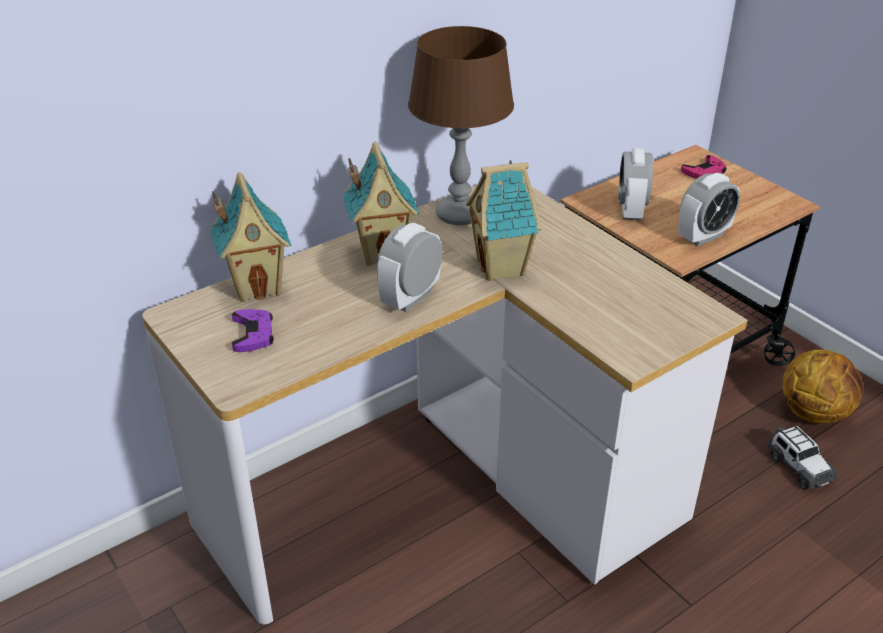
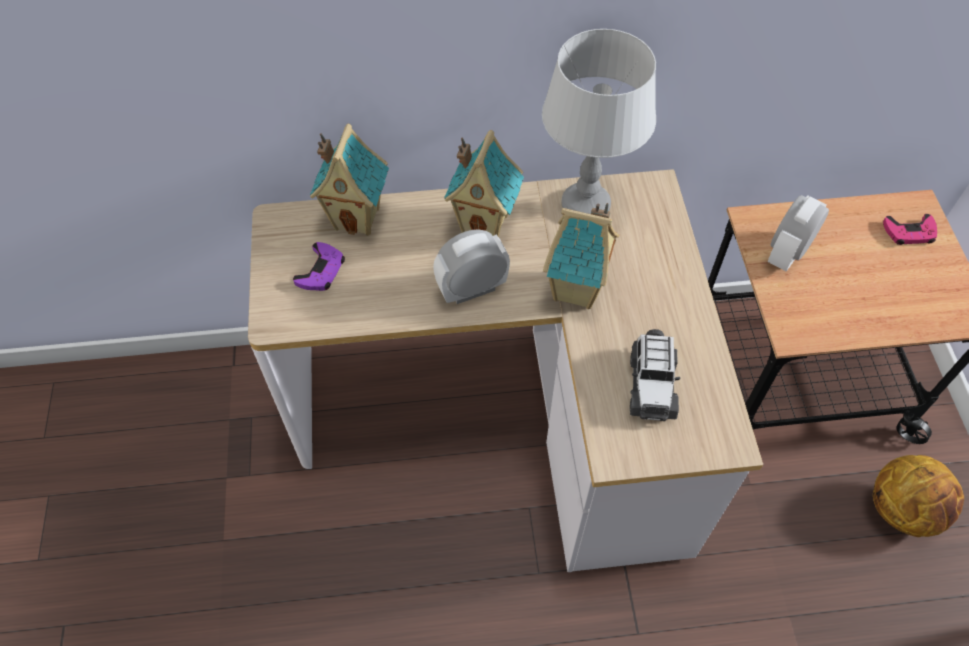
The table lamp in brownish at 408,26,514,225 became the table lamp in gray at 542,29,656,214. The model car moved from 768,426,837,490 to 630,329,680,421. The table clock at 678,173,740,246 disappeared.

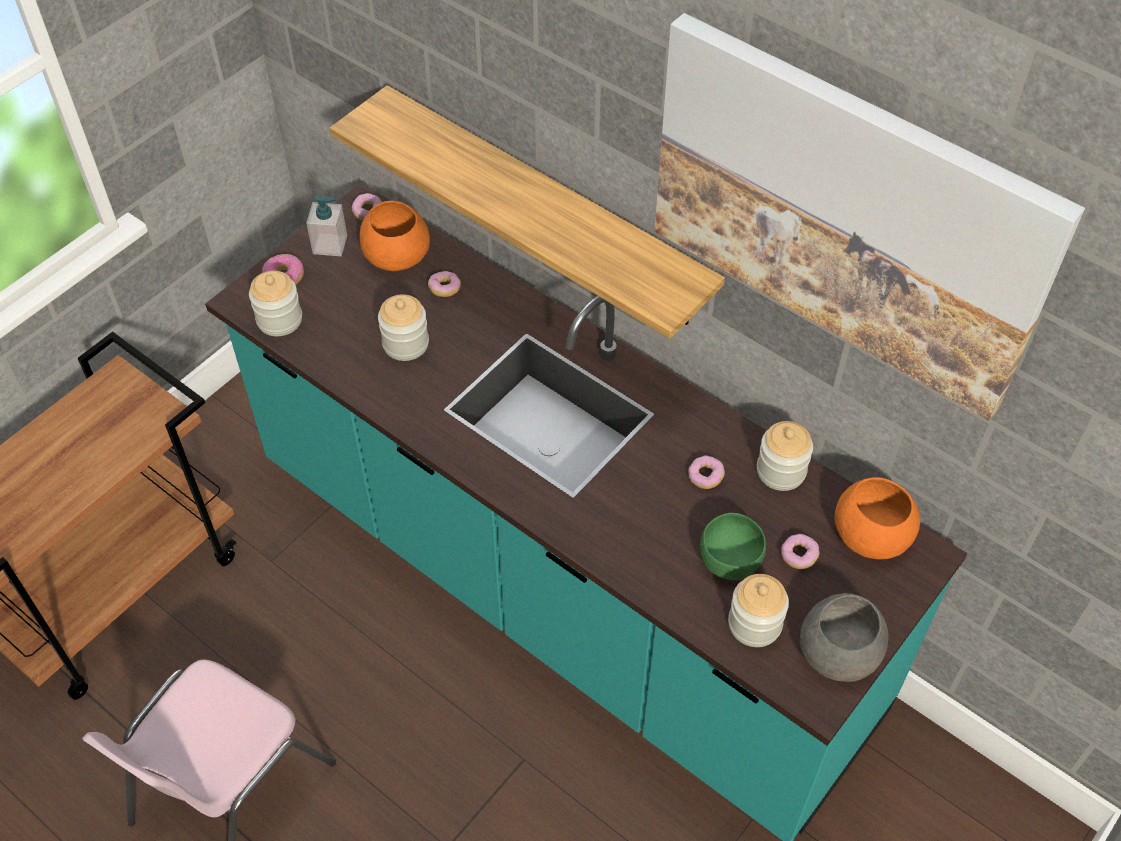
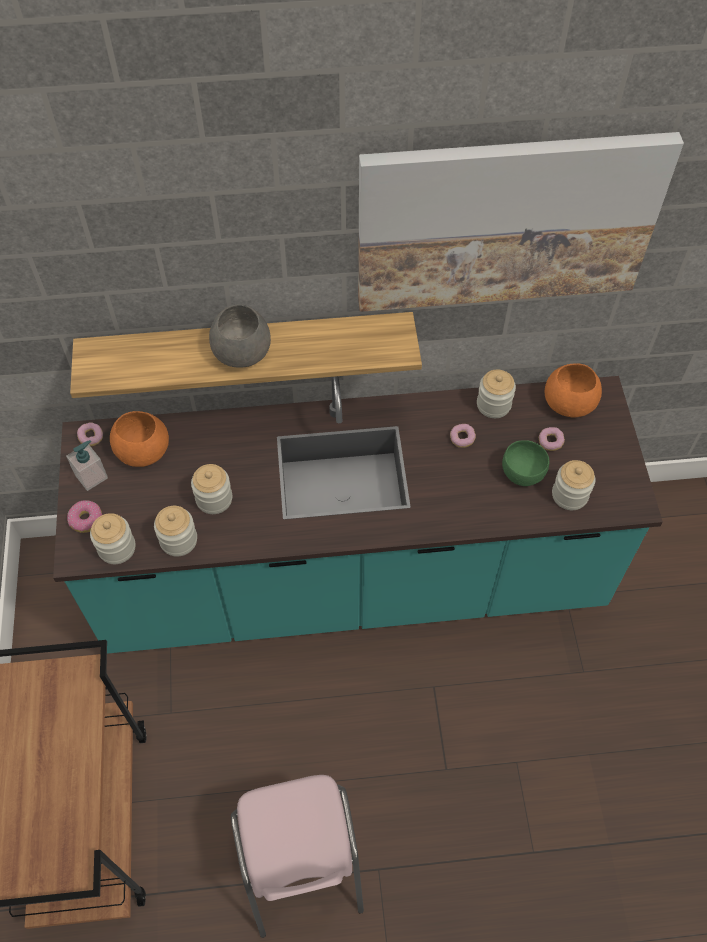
The preserve jar at 154,506,197,557 appeared. The bowl in gray moved from 800,593,889,682 to 209,304,271,368. The doughnut at 428,271,461,297 disappeared.

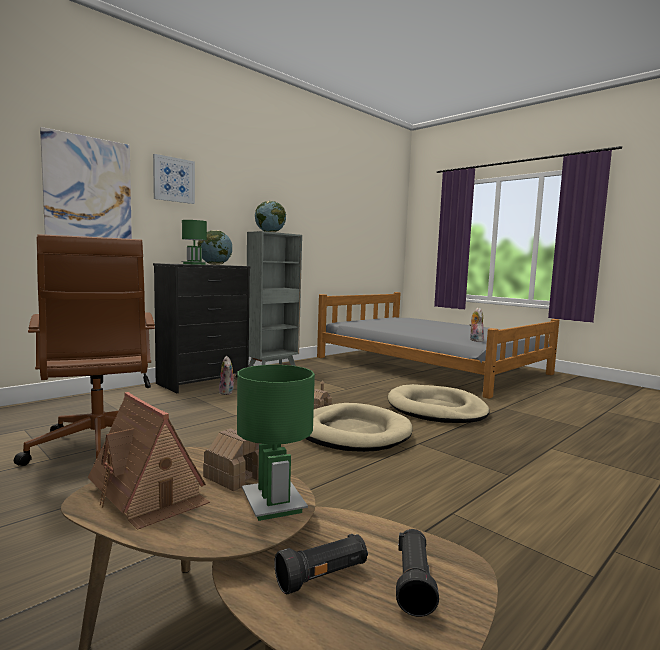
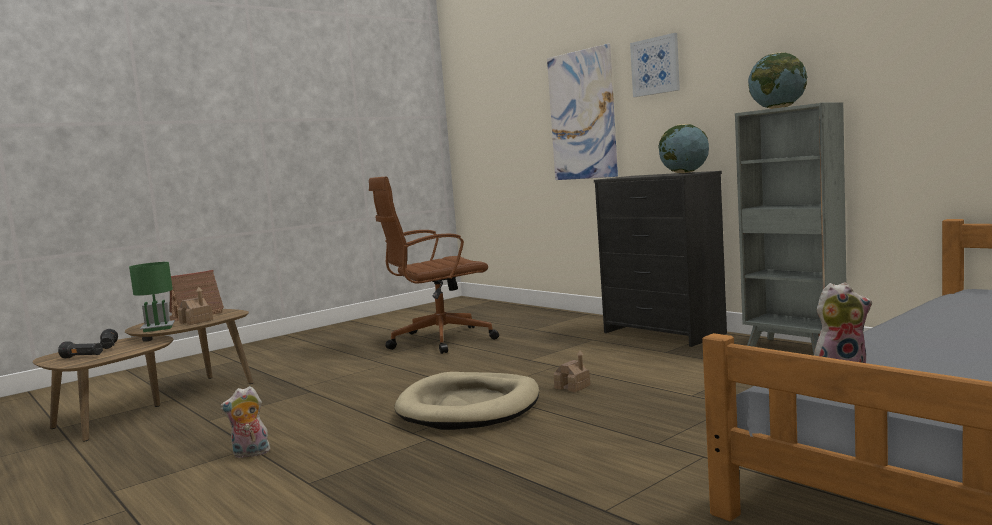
The soft toy moved from 219,356,236,395 to 220,386,270,458. The table lamp in greenish at 181,220,207,265 disappeared. The dog cushion in beige at 388,384,490,423 disappeared.

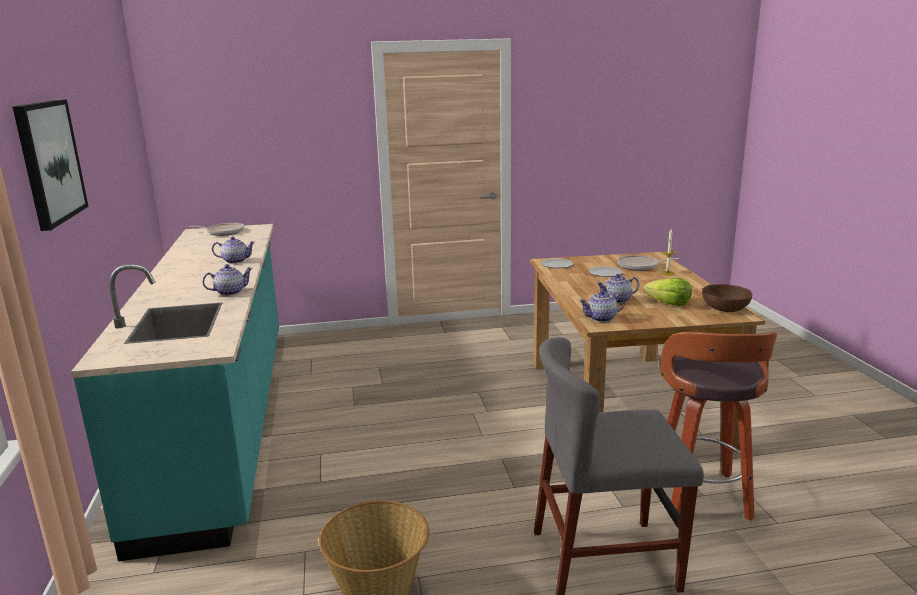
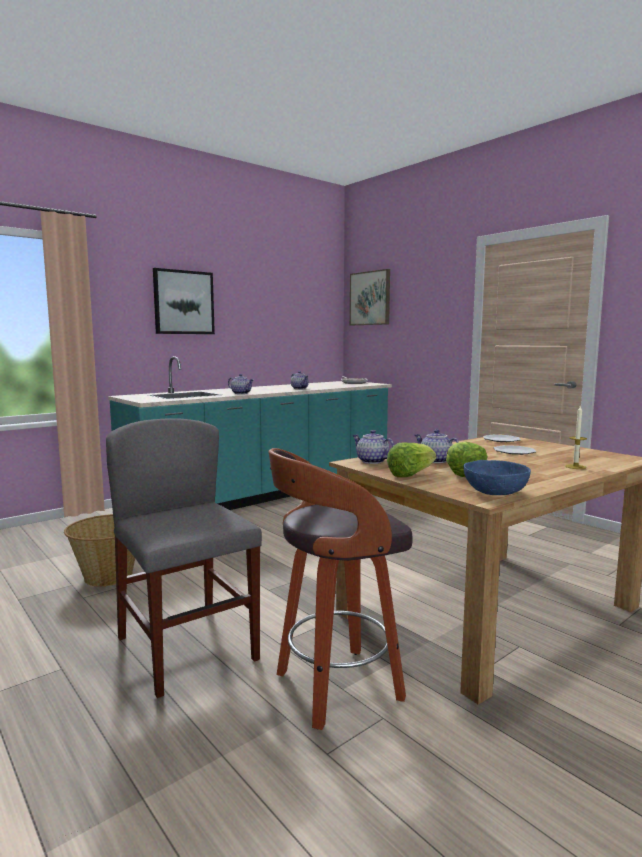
The wall art at 350,269,390,325 appeared. The head of lettuce at 387,443,436,477 appeared. The bowl in brownish at 702,284,752,312 became the bowl in bluish at 464,460,531,495. The skillet at 617,255,679,271 disappeared.

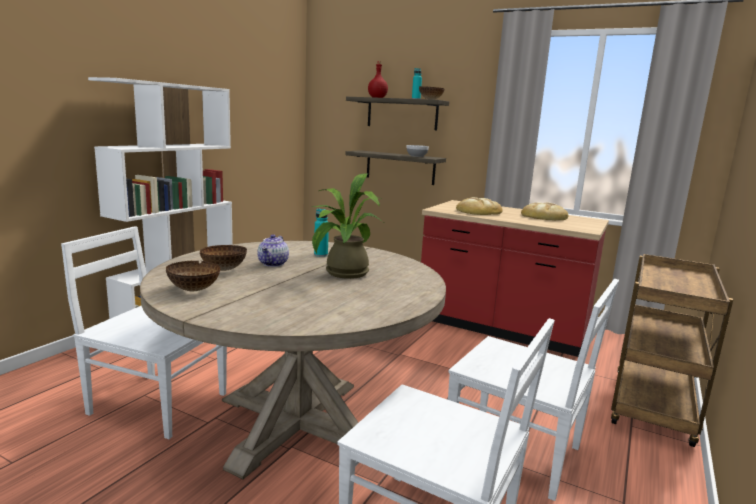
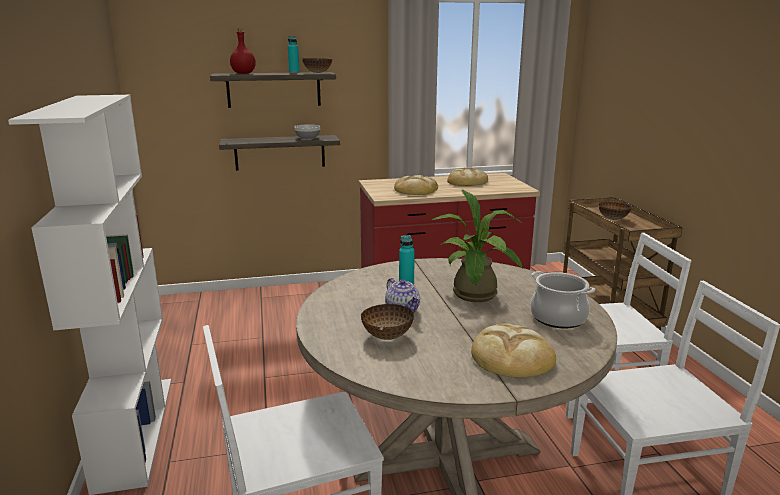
The bakery bread at 471,323,556,378 appeared. The saucepot at 530,271,595,329 appeared. The bowl moved from 166,261,221,291 to 599,202,632,220.

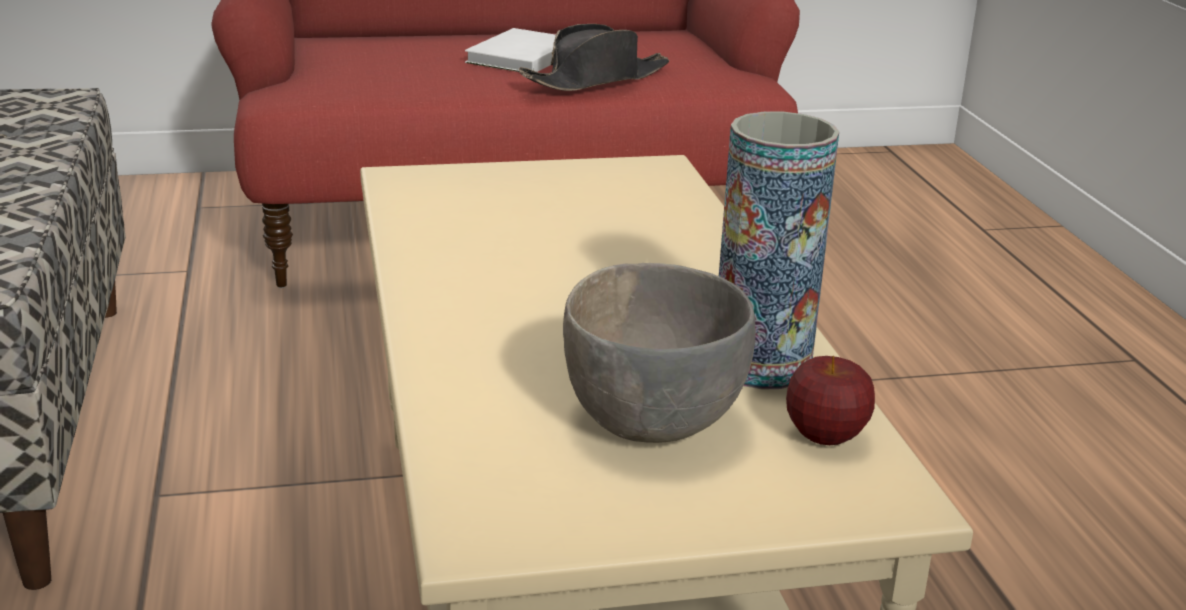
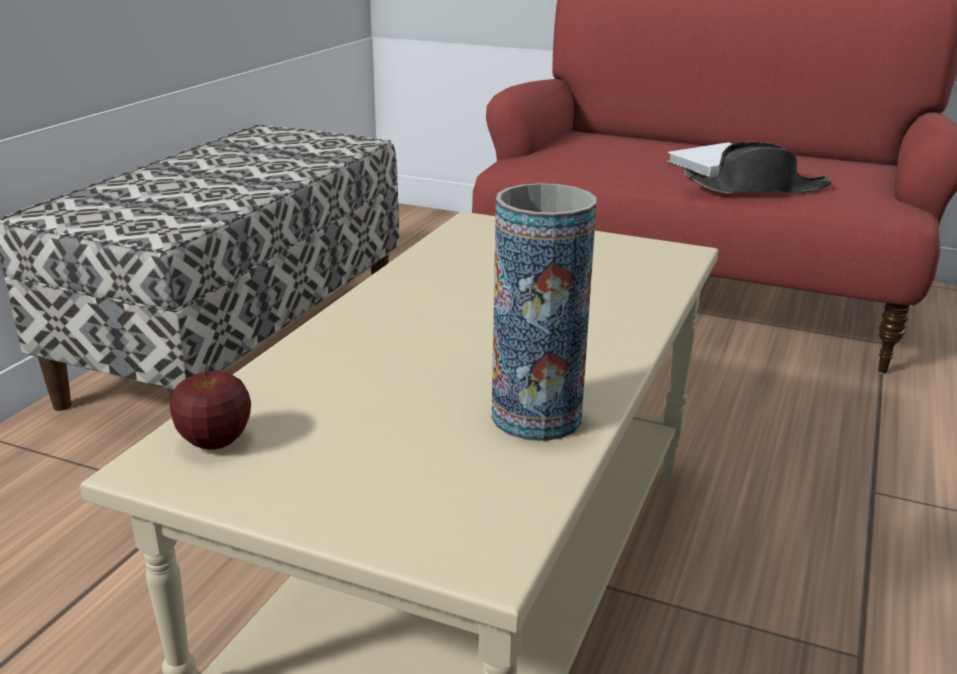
The apple moved from 786,356,875,445 to 170,370,251,450. The bowl in gray at 563,263,756,443 disappeared.

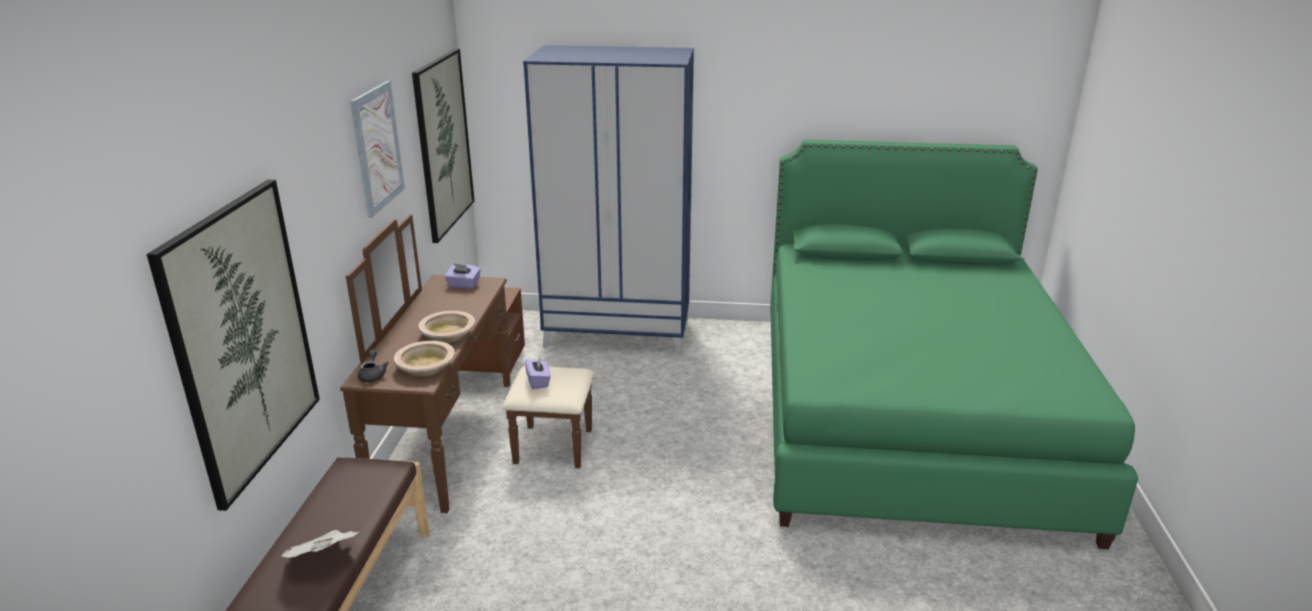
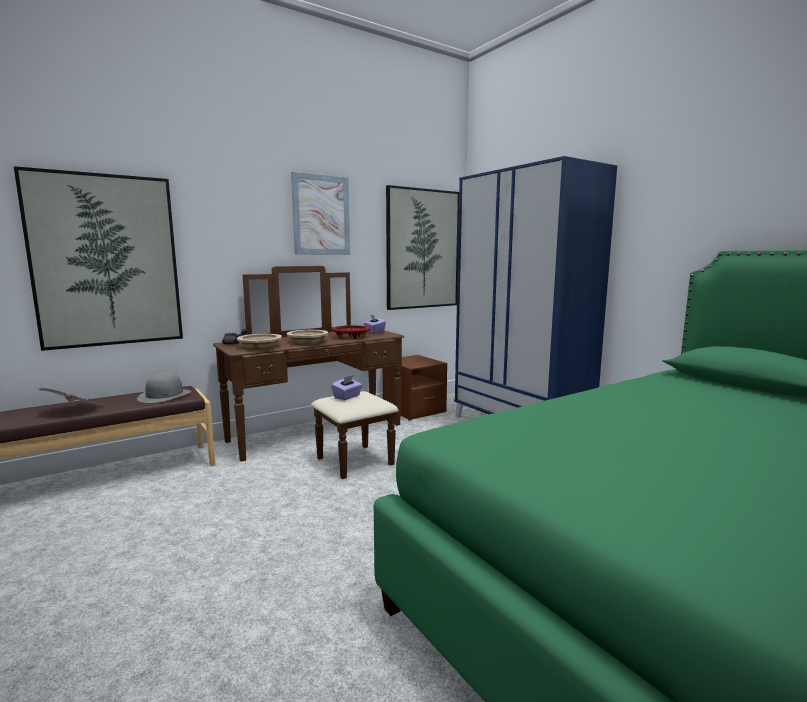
The hat in gray at 137,372,191,403 appeared. The bowl in red at 332,325,370,339 appeared.

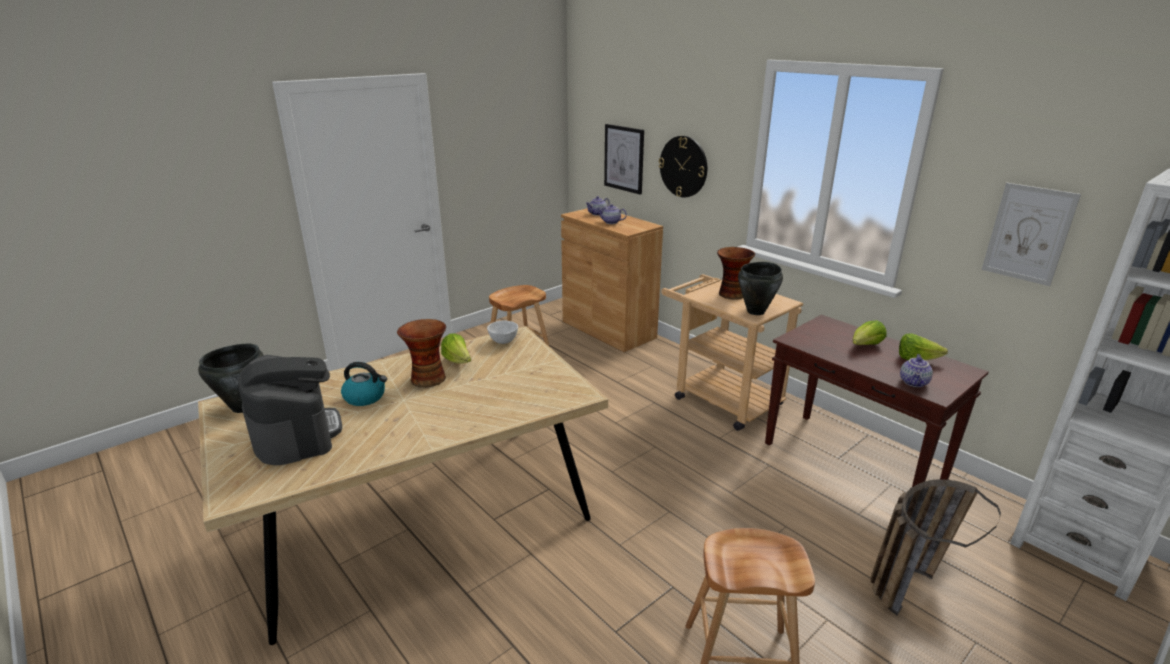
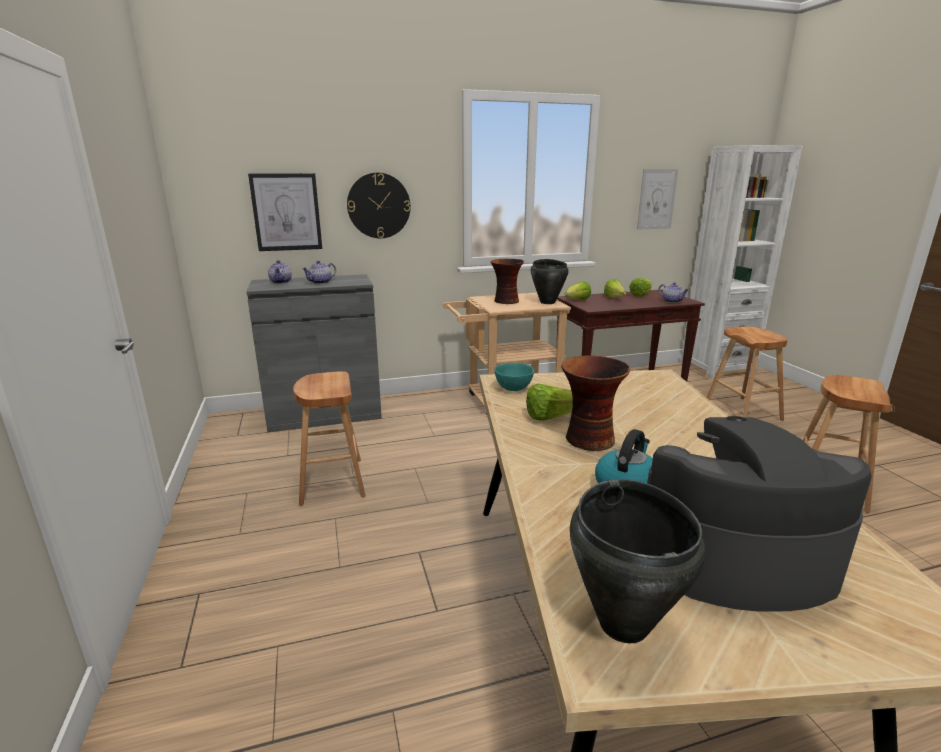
The cupboard in brownish at 561,208,663,352 became the cupboard in gray at 246,274,382,432. The bowl in white-coloured at 487,320,518,344 became the bowl in turquoise-coloured at 495,363,534,391. The head of lettuce at 565,281,591,300 appeared. The storage basket at 871,479,1001,615 was replaced by the stool seat in brownish at 707,326,787,421.

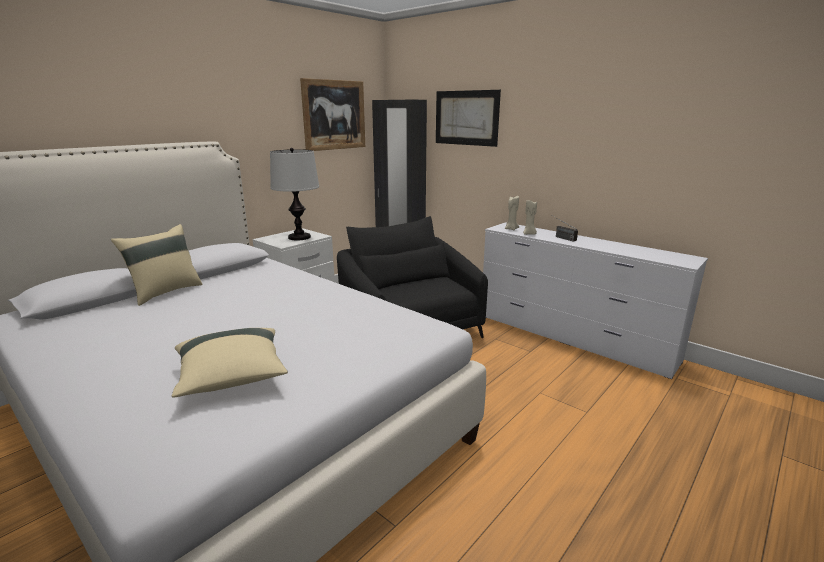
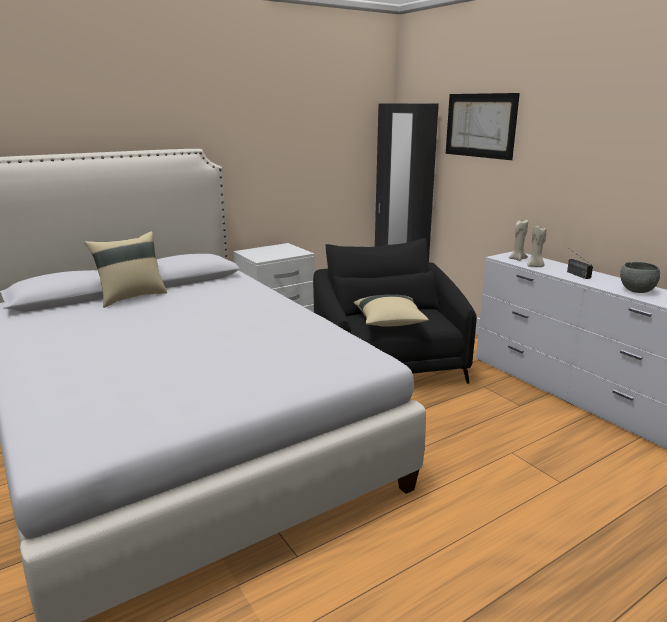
The pillow in beige moved from 171,328,288,397 to 354,295,429,327. The bowl in gray at 620,262,660,293 appeared. The table lamp at 270,148,319,240 disappeared. The wall art at 300,78,365,151 disappeared.

